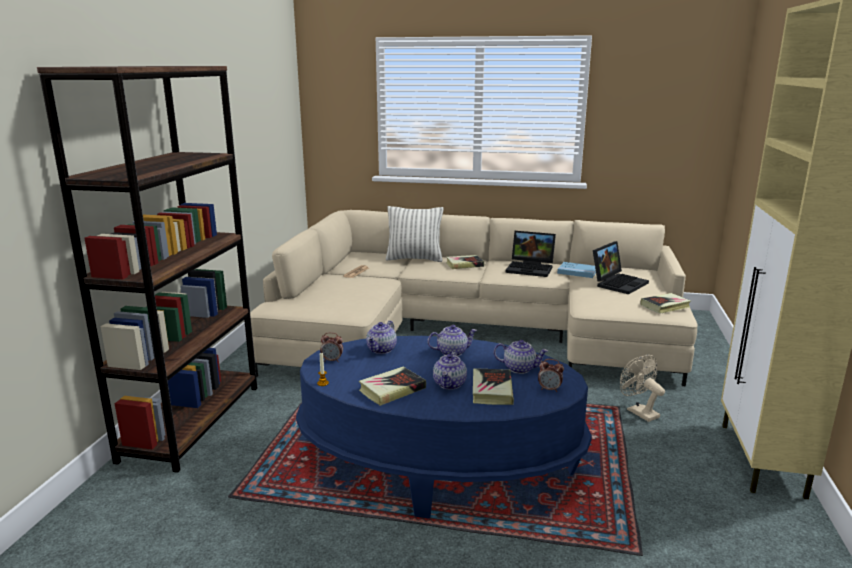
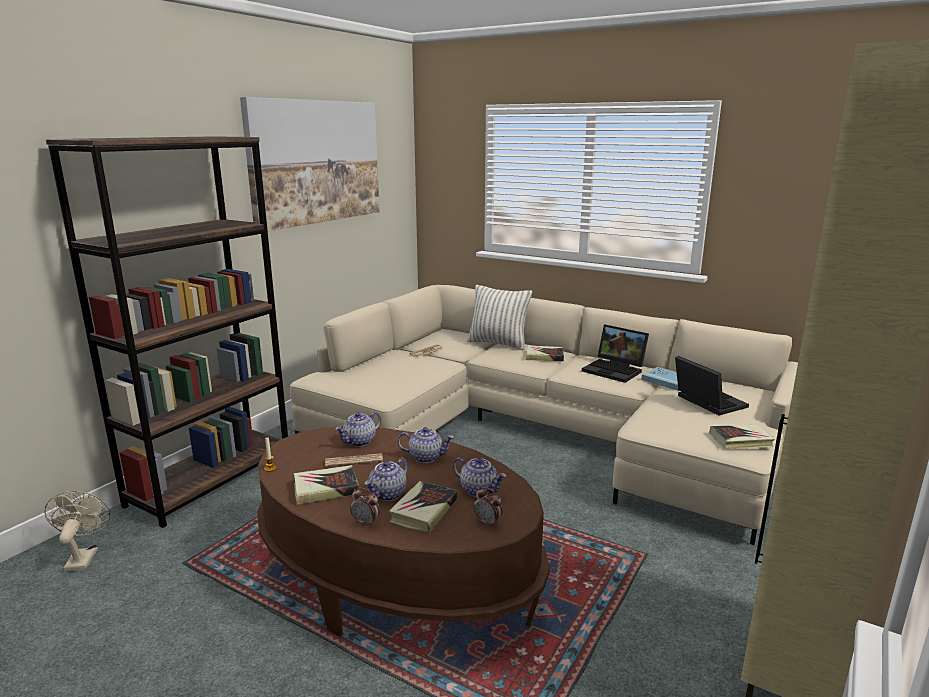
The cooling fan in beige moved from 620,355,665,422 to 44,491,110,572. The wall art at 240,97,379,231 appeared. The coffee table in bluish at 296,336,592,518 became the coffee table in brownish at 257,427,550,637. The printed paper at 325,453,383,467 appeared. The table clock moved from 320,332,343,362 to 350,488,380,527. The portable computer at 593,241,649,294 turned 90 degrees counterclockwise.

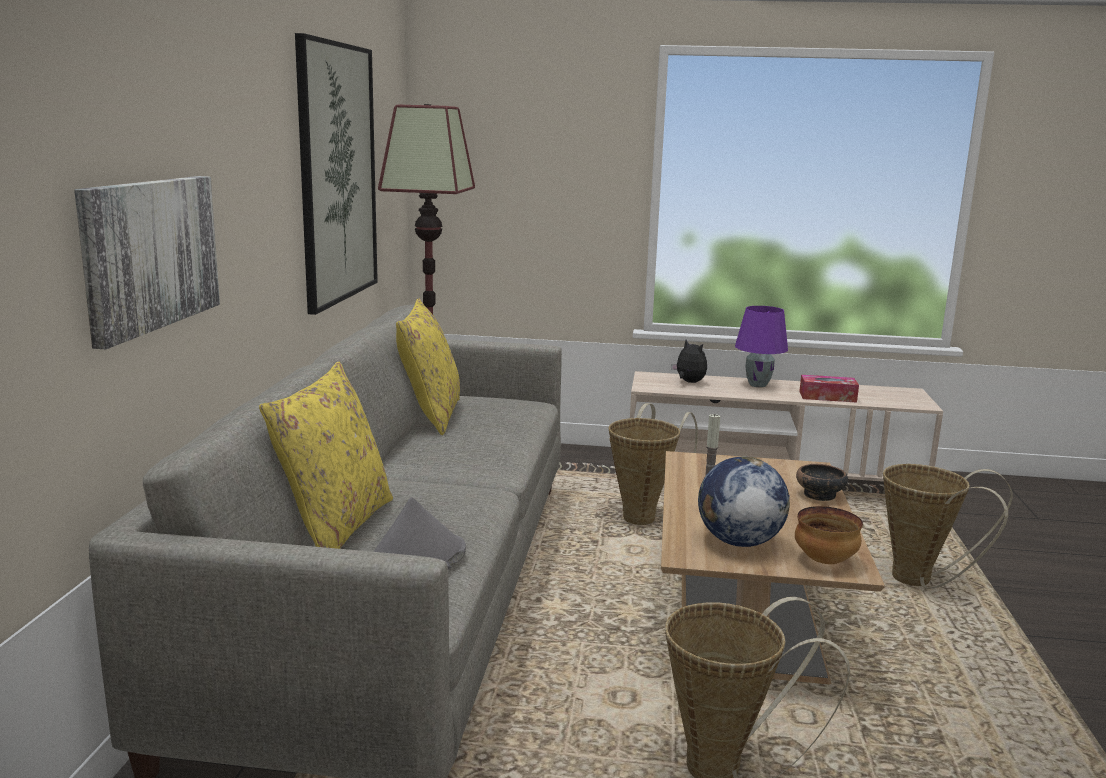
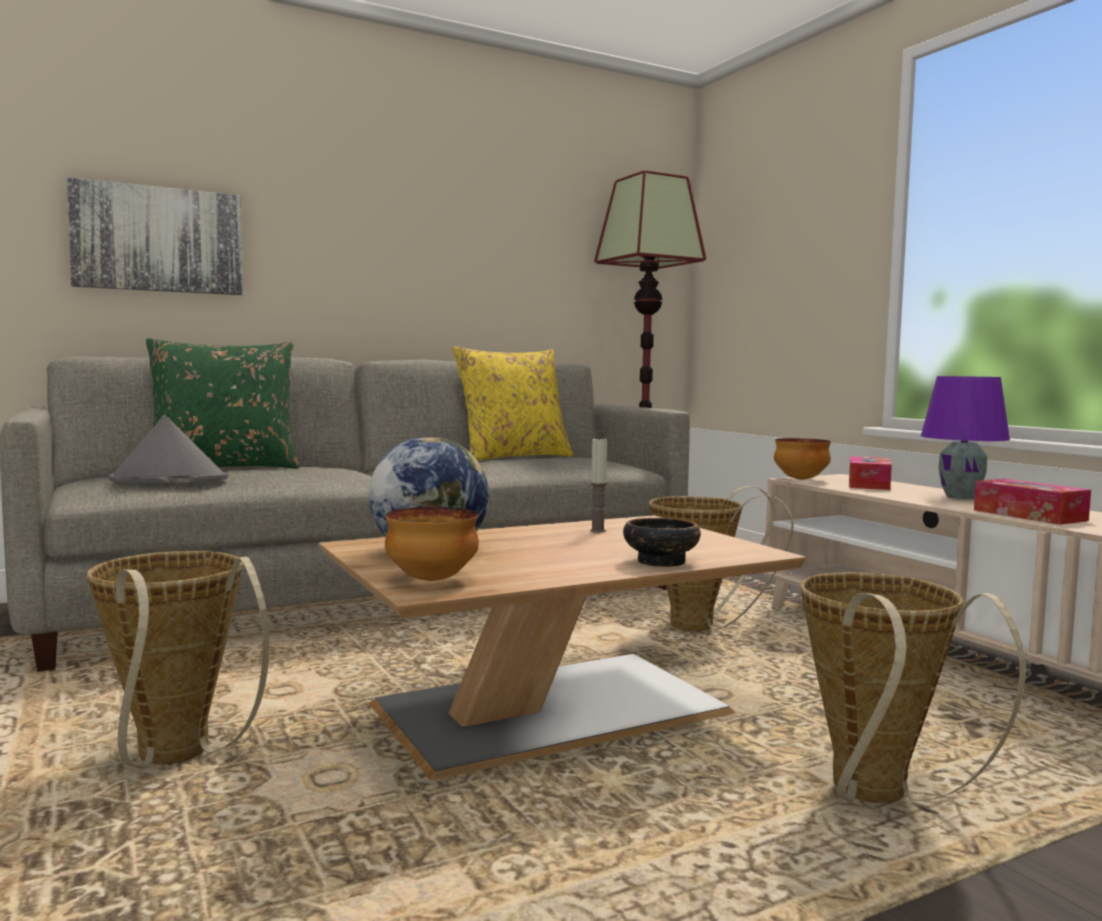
The pillow in yellow at 259,362,393,549 became the pillow in greenish at 146,338,299,469. The bowl at 774,438,831,480 appeared. The soft toy at 671,340,707,383 was replaced by the tissue box at 849,456,892,490. The wall art at 295,33,378,315 disappeared.

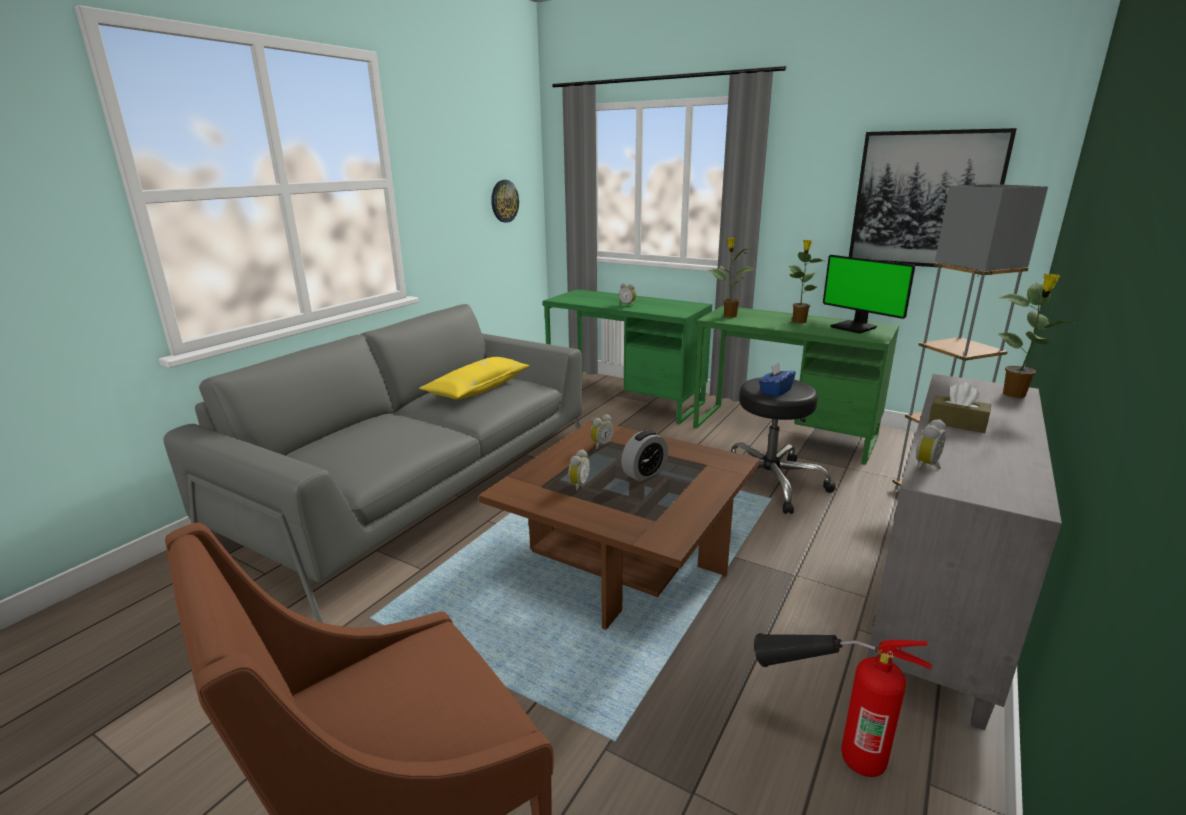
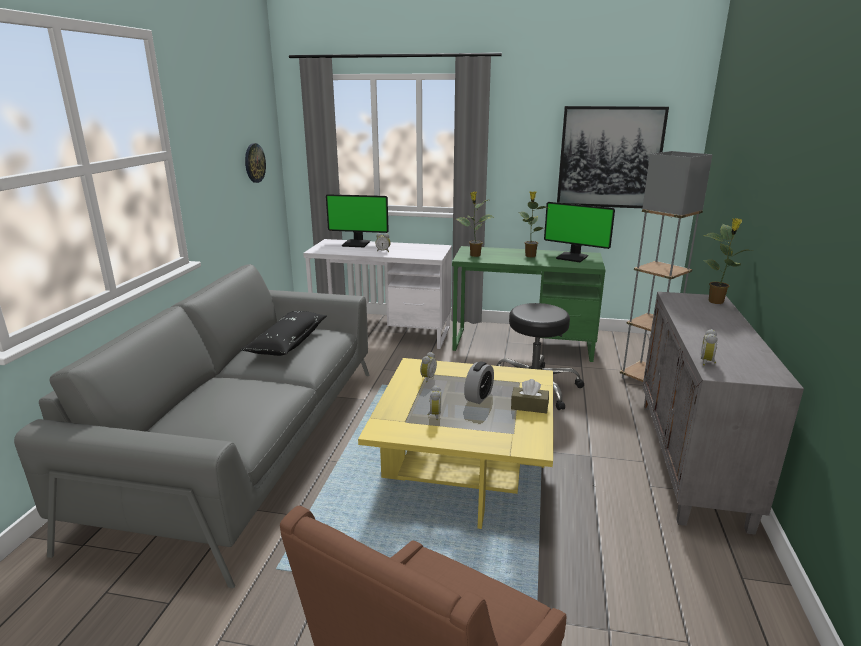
The pillow in yellow at 419,357,530,400 became the pillow in black-coloured at 241,311,327,356. The desk table in greenish at 543,289,712,424 became the desk table in white-coloured at 303,239,452,349. The computer display at 326,194,389,247 appeared. The coffee table in brownish at 479,420,760,630 became the coffee table in yellow at 358,358,553,529. The tissue box in brownish moved from 929,383,991,433 to 511,379,549,413. The extinguisher at 754,633,932,777 disappeared. The tissue box in bluish at 759,362,796,397 disappeared.

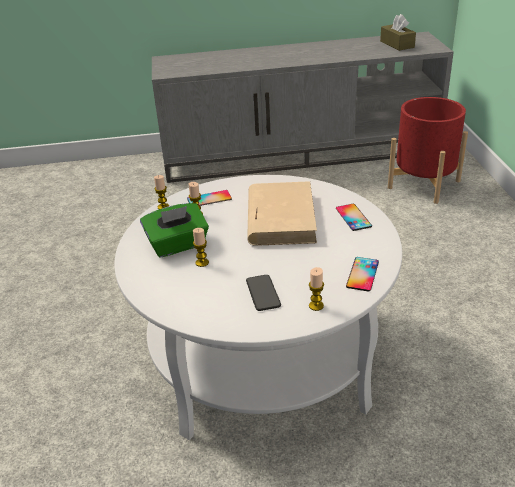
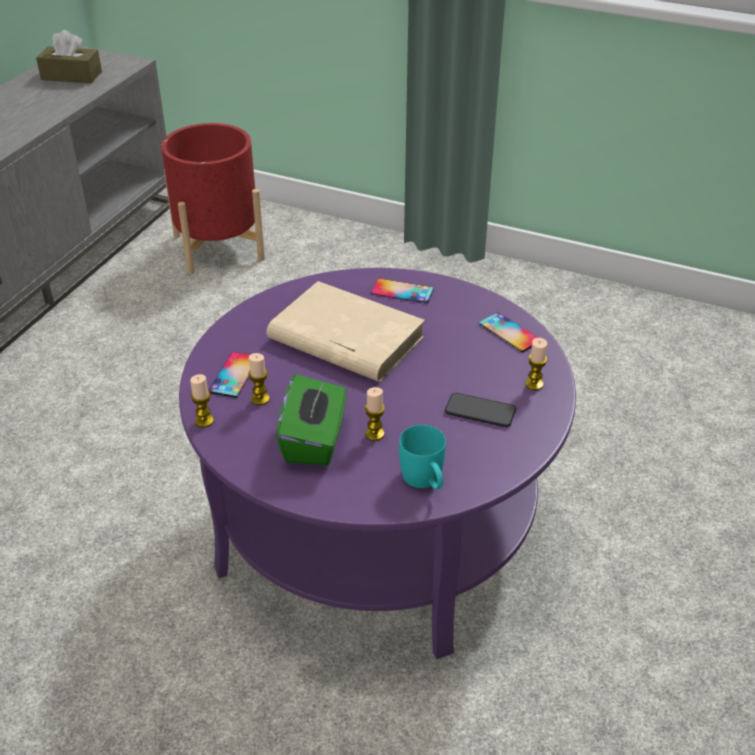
The coffee table in white-coloured at 114,175,402,440 became the coffee table in purplish at 179,268,576,659. The tea mug in turquoise-coloured at 399,425,446,489 appeared.

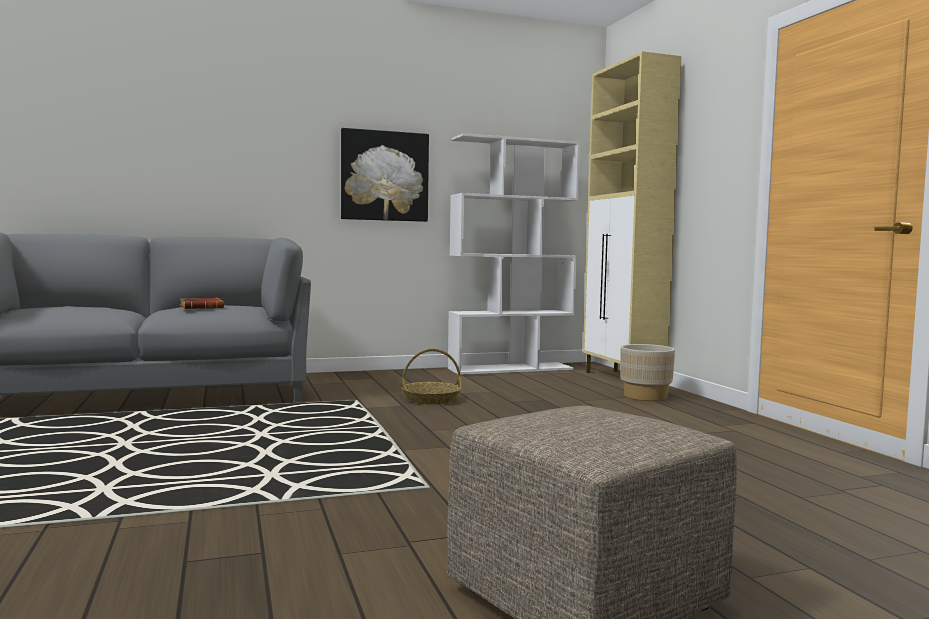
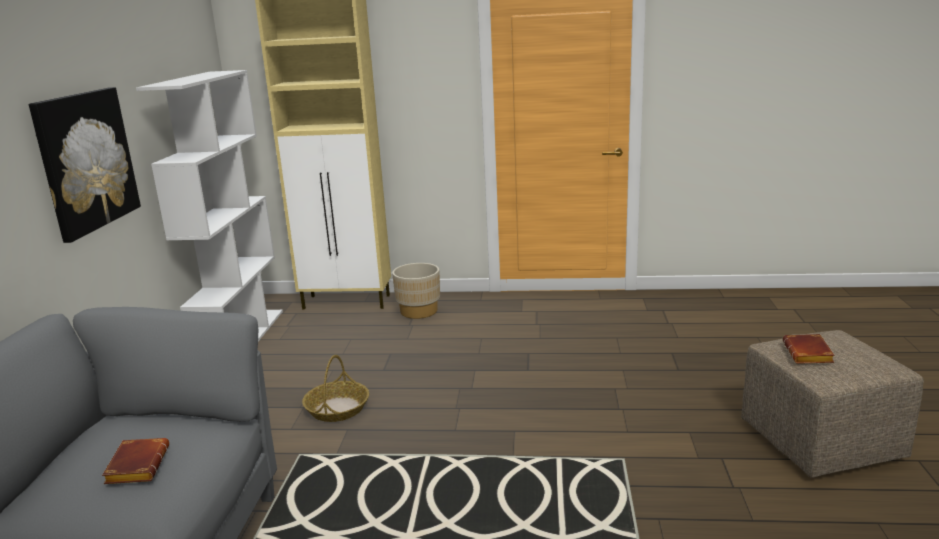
The book in brownish at 783,334,835,364 appeared.

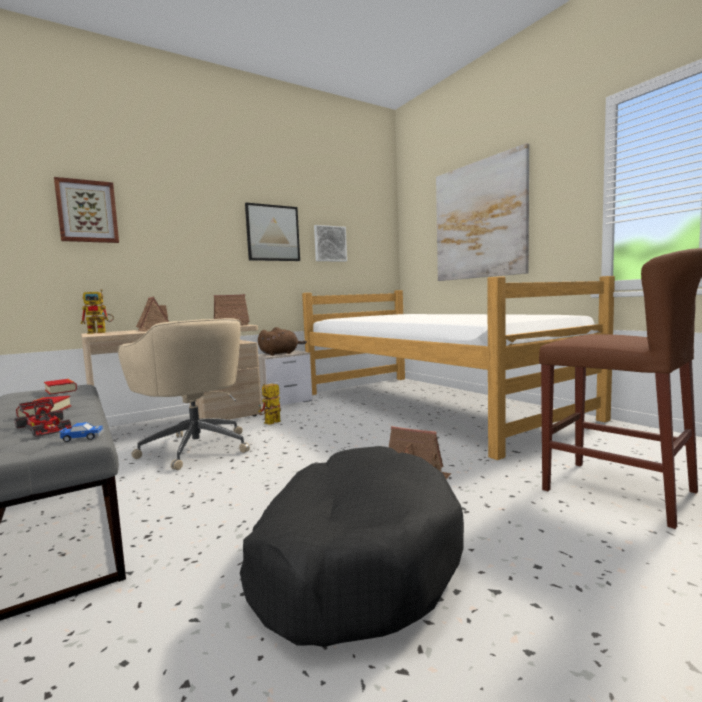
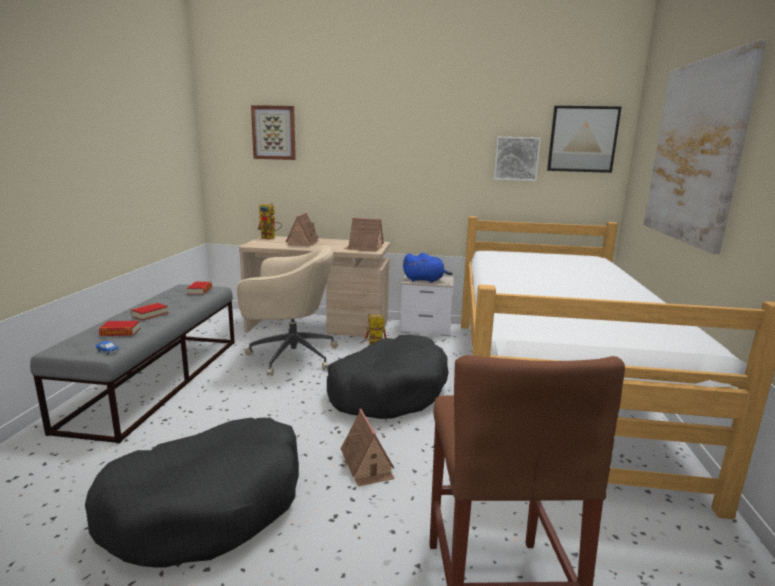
The model car at 14,399,72,437 was replaced by the book at 99,321,140,336. The office chair in beige at 118,318,250,470 turned 90 degrees counterclockwise. The dog cushion in black-coloured at 327,335,449,419 appeared. The soft toy in brownish at 258,327,307,356 became the soft toy in bluish at 403,253,453,283. The wall art moved from 245,203,300,261 to 547,106,622,173.

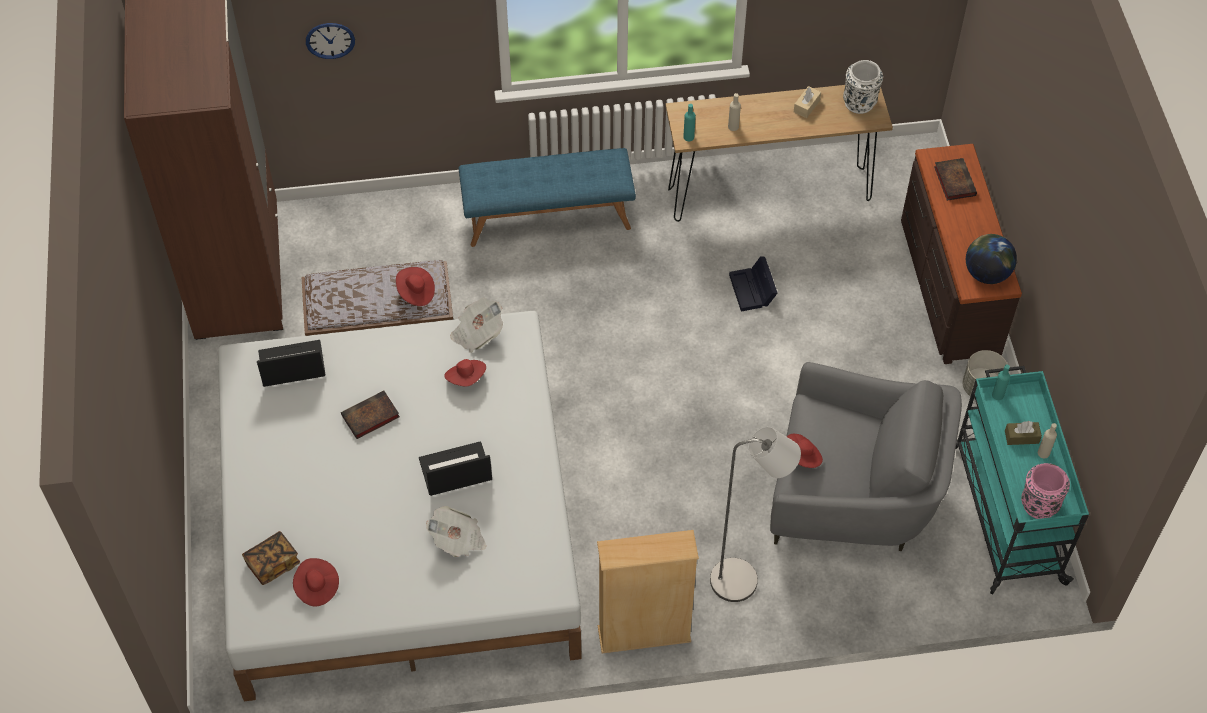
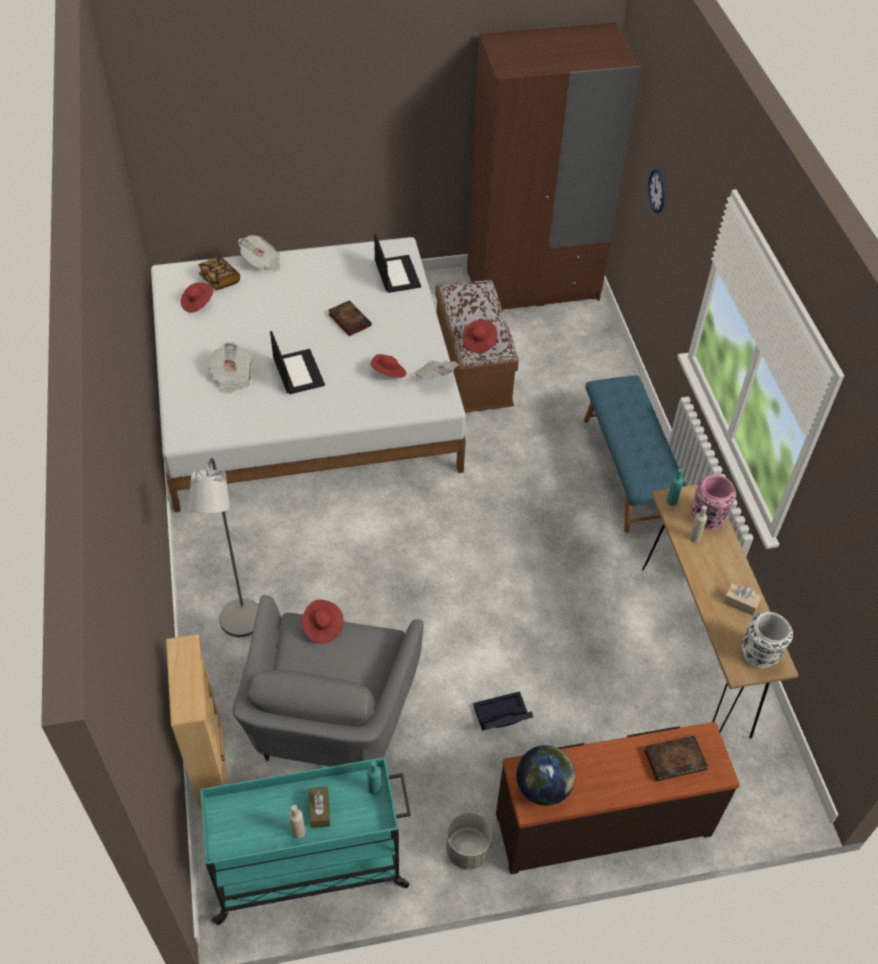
The shelving unit in beige moved from 597,530,699,653 to 166,634,228,808. The printed paper at 238,235,280,270 appeared. The storage container in black-coloured moved from 729,256,778,311 to 473,691,533,731. The vase in pinkish moved from 1021,463,1070,519 to 691,474,736,530.

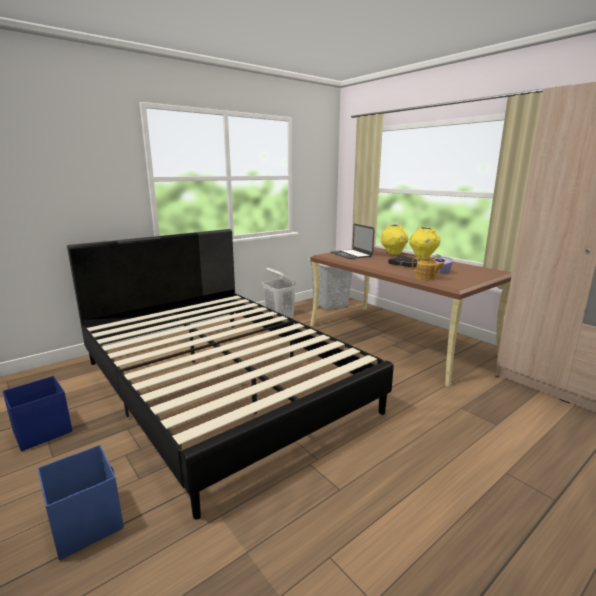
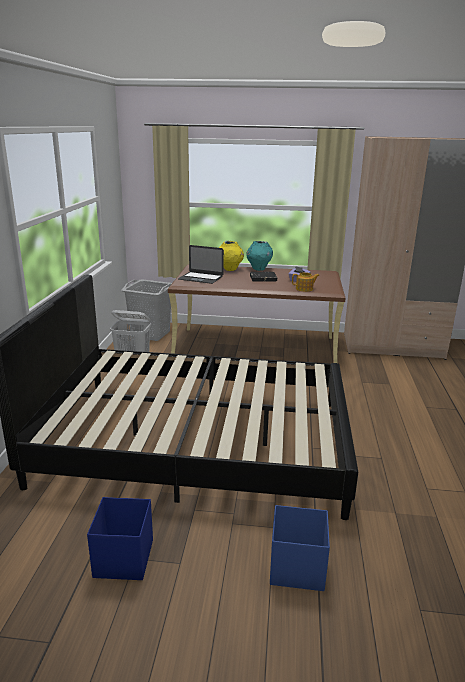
The vase in yellow at 409,227,440,259 became the vase in turquoise-coloured at 246,241,273,271.

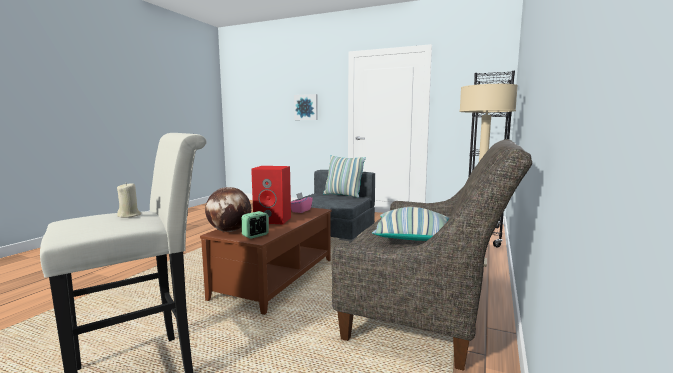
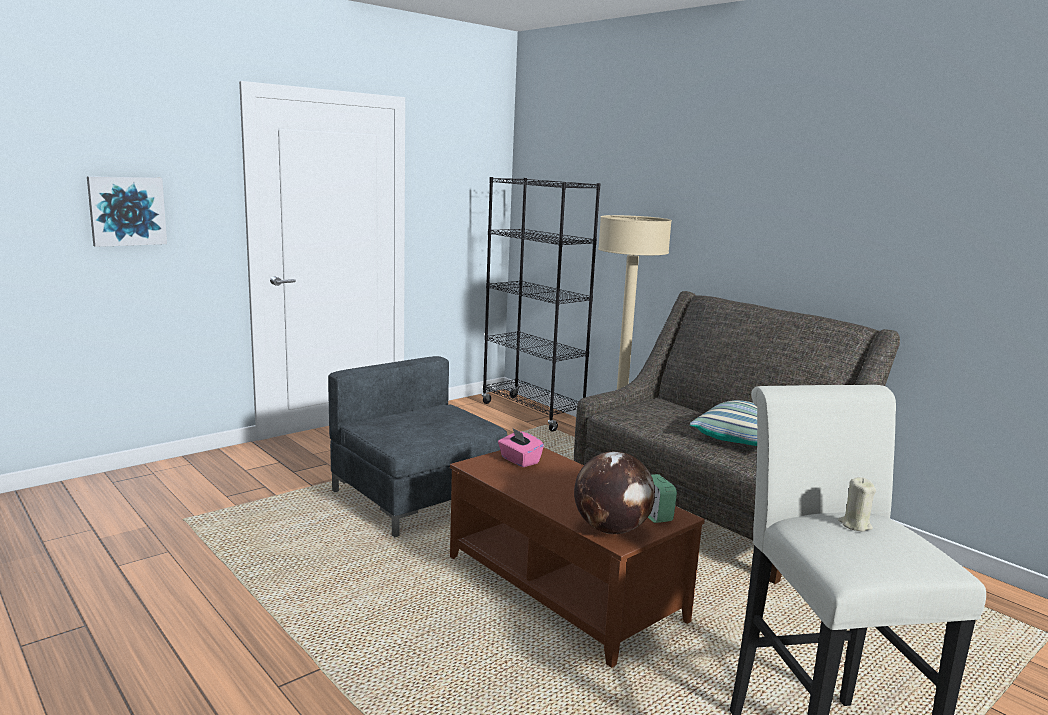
The loudspeaker in red at 251,166,291,224 disappeared. The pillow at 323,155,366,198 disappeared.

